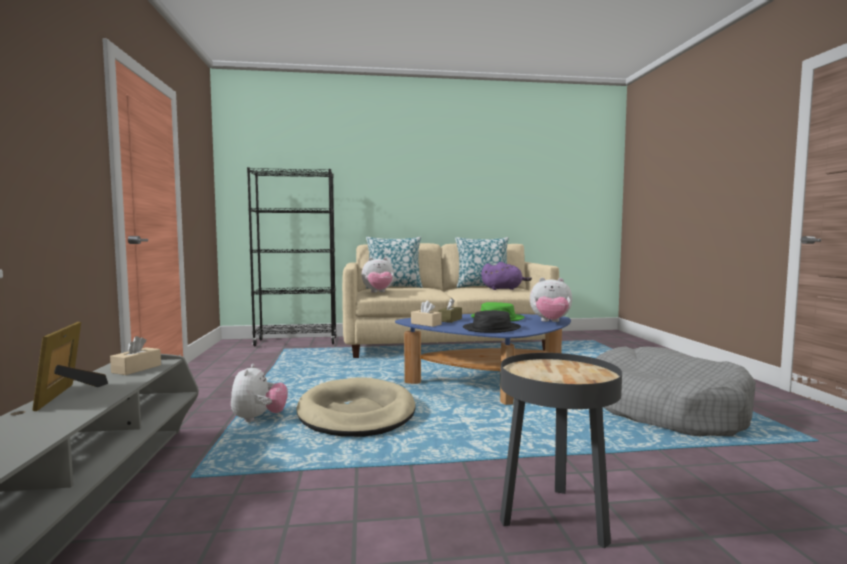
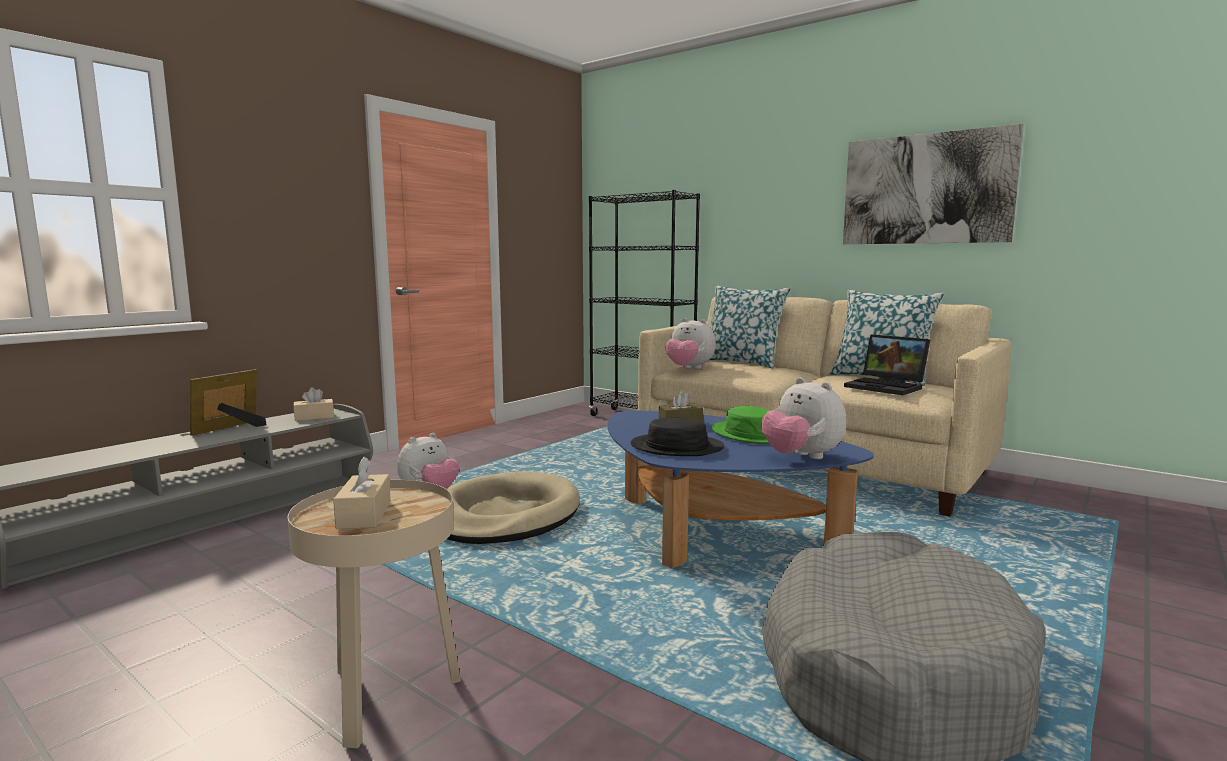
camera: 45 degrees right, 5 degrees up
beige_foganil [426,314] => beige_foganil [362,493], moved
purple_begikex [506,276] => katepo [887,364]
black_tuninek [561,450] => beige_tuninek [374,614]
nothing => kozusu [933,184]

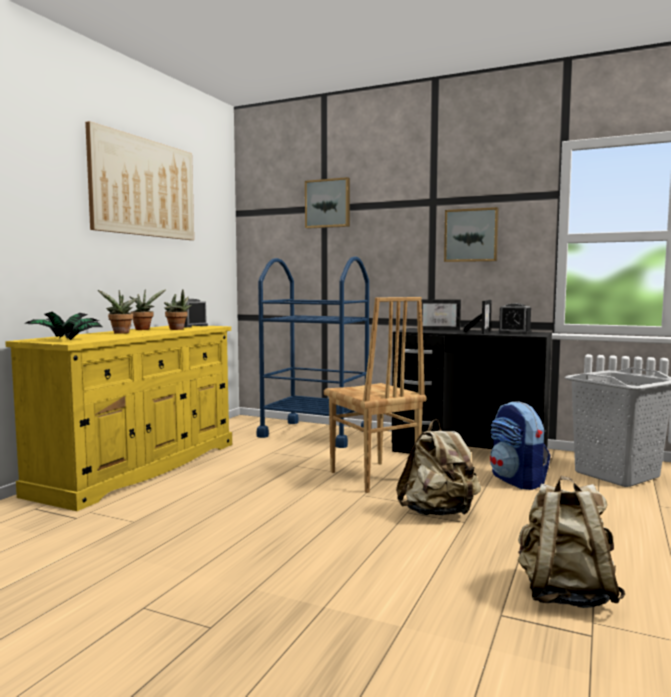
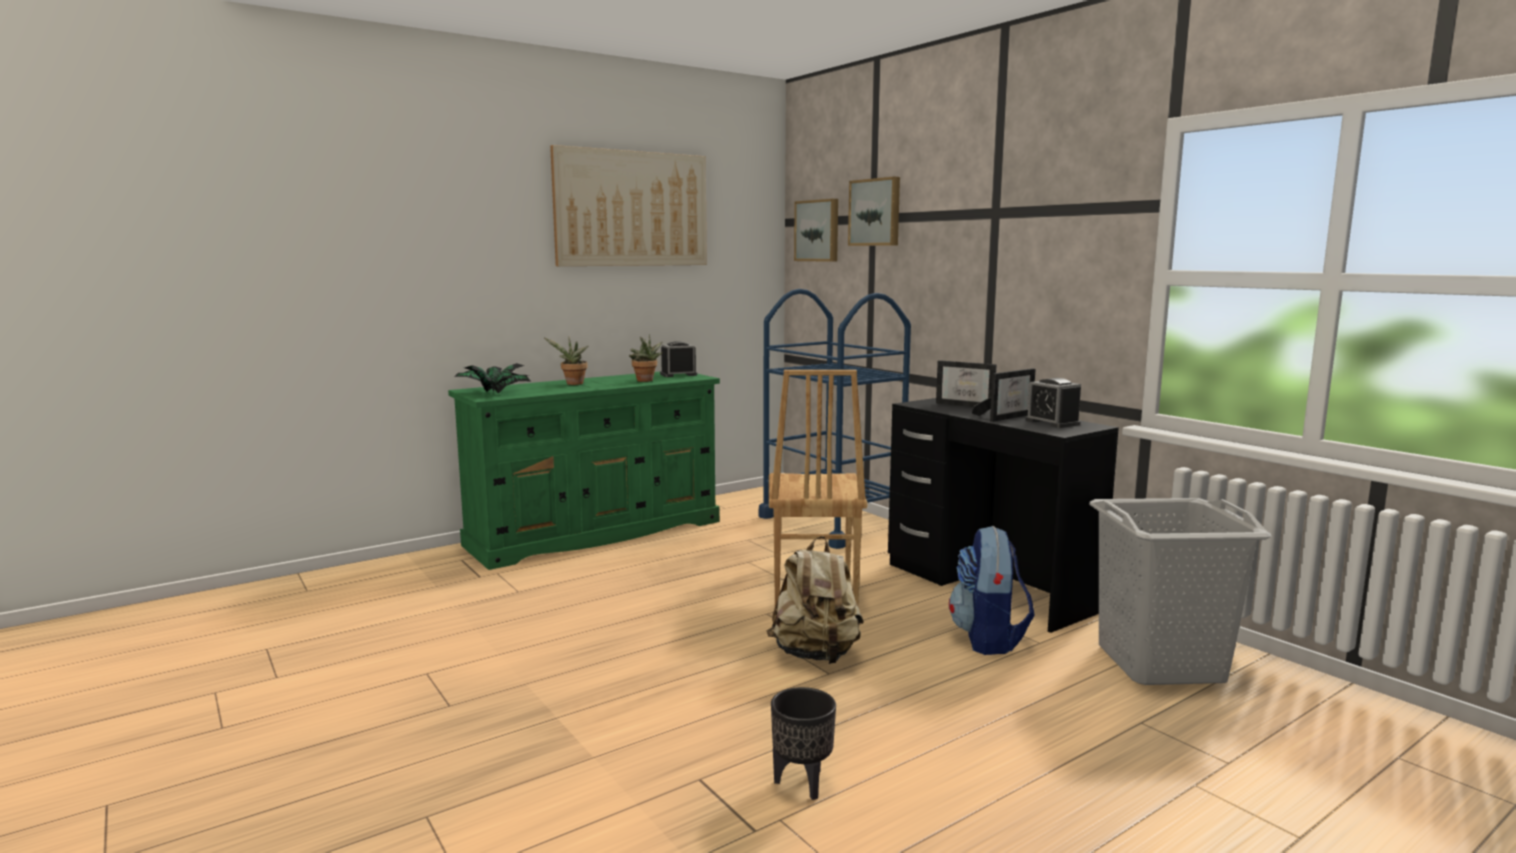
camera: 30 degrees right, 5 degrees up
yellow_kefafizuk [118,418] => green_kefafizuk [584,471]
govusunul [148,309] => nothing
kozusu [471,234] => kozusu [816,230], moved
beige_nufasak [571,542] => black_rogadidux [803,743]

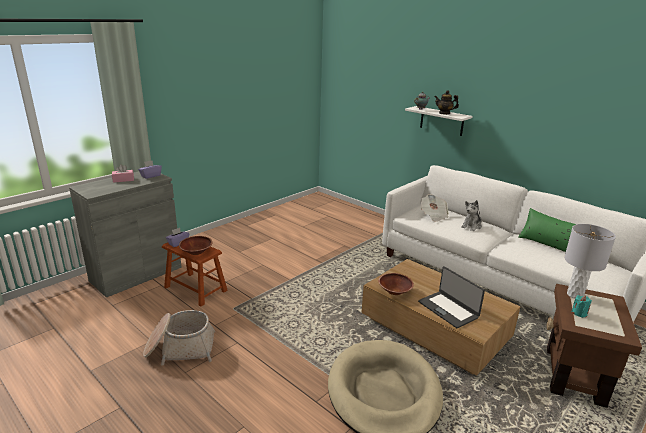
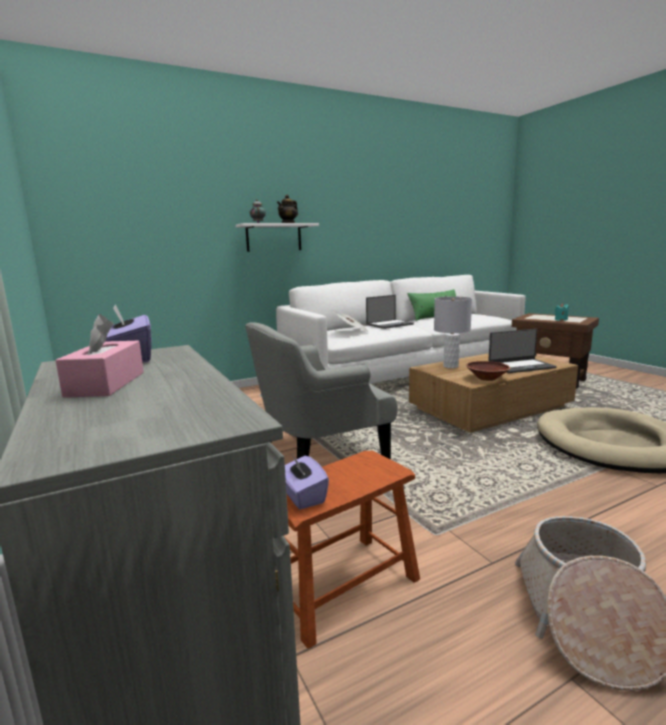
camera: 70 degrees left, 10 degrees down
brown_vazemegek [196,245] => nothing
begikex [471,215] => katepo [390,312]
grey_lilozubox [590,261] => grey_lilozubox [453,332], moved
nothing => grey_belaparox [321,390]

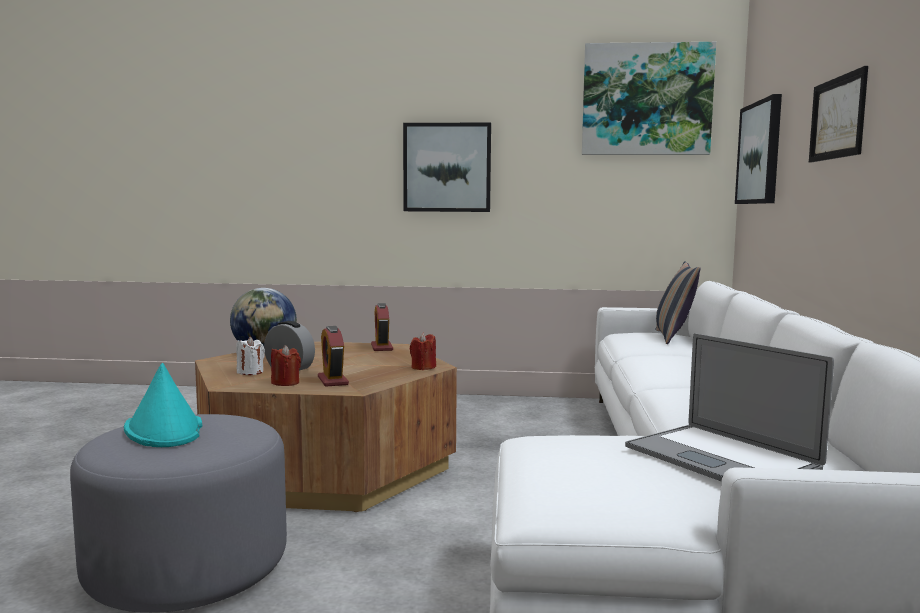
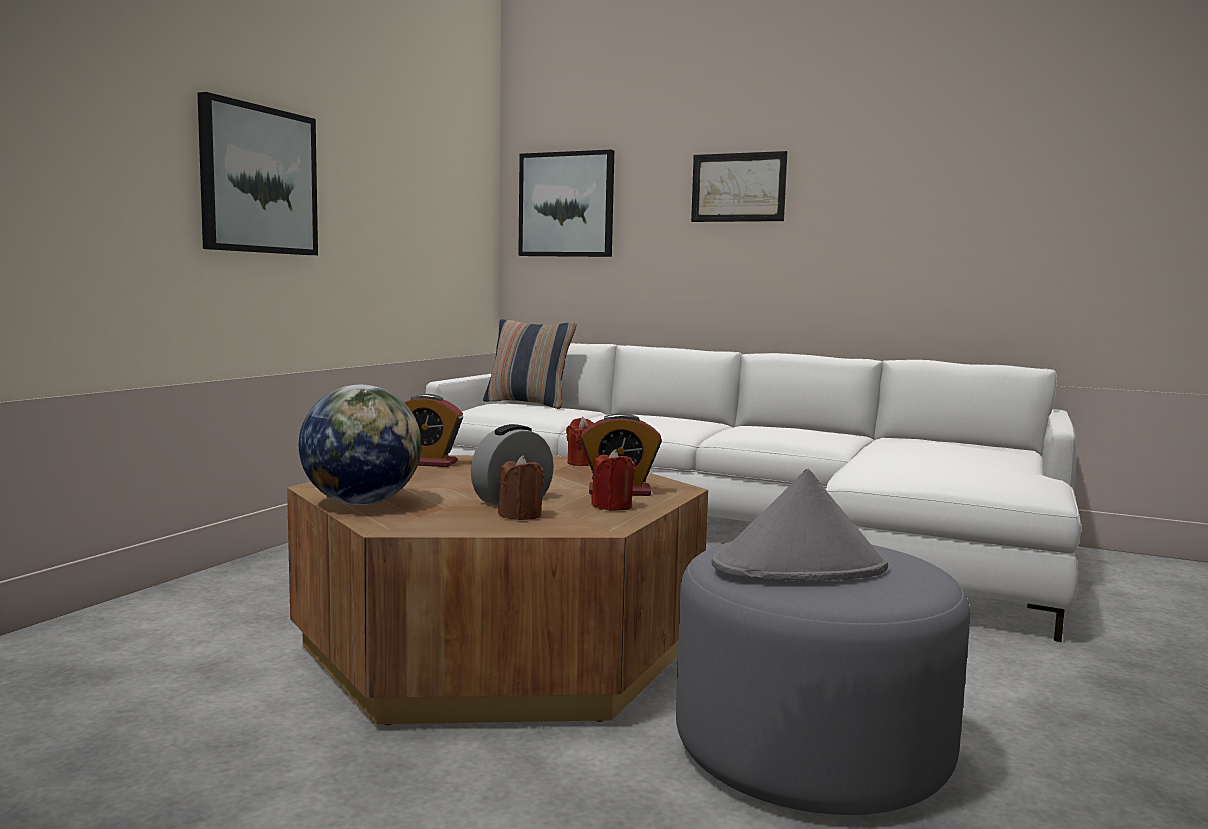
camera: 70 degrees left, 0 degrees up
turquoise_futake [163,405] => grey_futake [800,525]
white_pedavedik [250,356] => brown_pedavedik [521,487]
kozusu [649,98] => nothing
katepo [729,407] => nothing

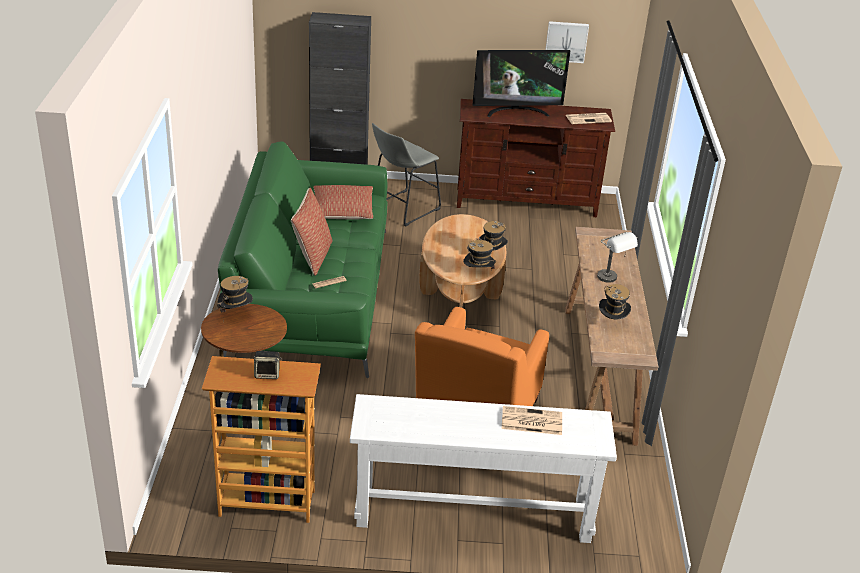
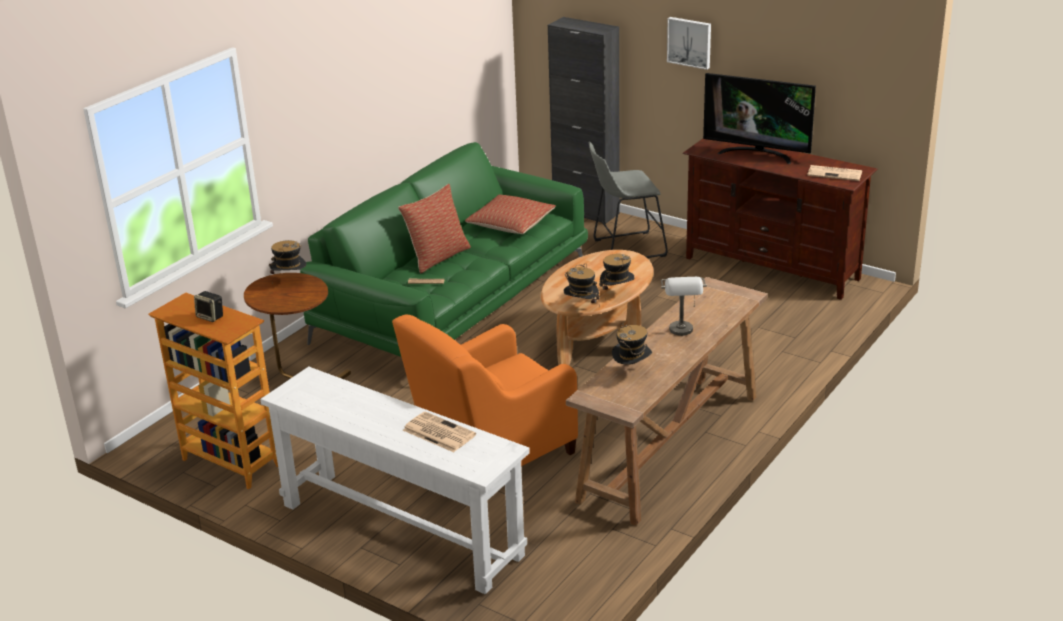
camera: 35 degrees right, 5 degrees down
kozusu [567,42] => kozusu [689,43], moved

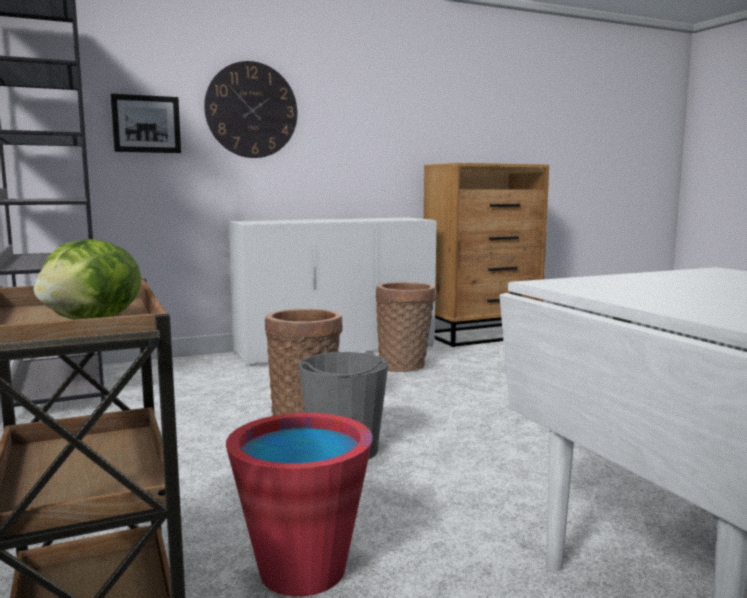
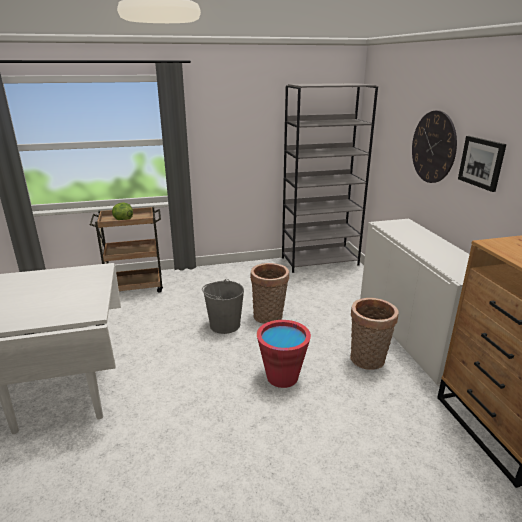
camera: 100 degrees right, 15 degrees up
kozusu [146,123] => kozusu [482,164], moved
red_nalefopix [299,505] => red_nalefopix [284,354], moved

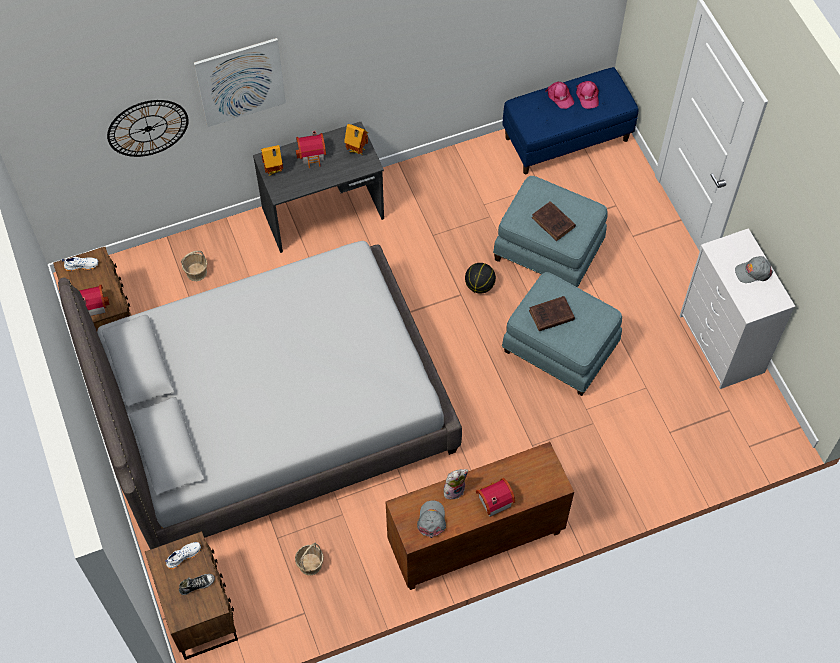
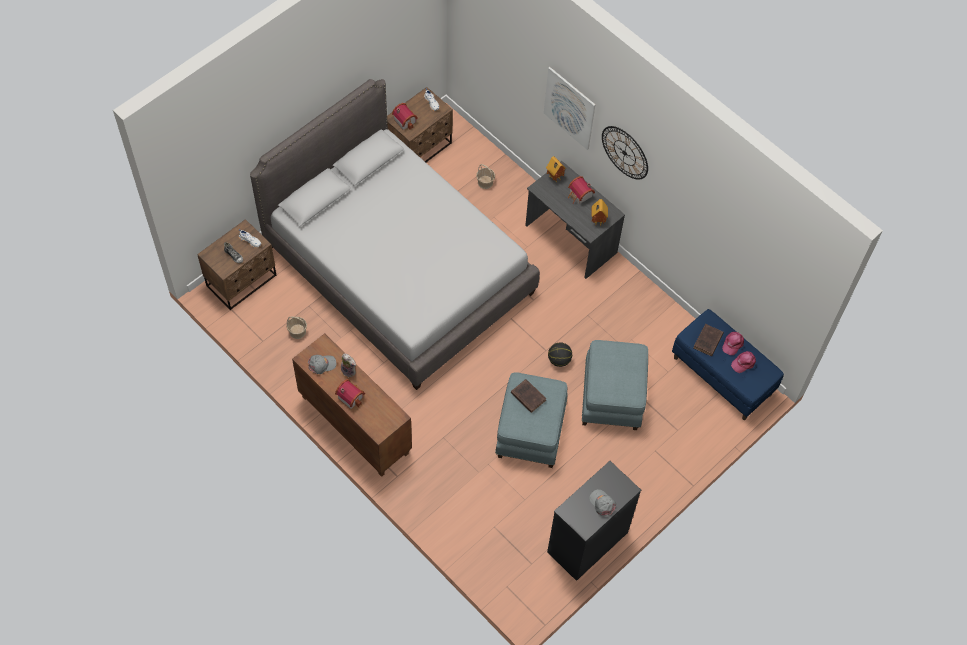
camera: 65 degrees right, 0 degrees up
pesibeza [148,128] => pesibeza [625,153], moved
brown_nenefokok [554,221] => brown_nenefokok [708,340], moved
white_kefafizuk [737,308] => black_kefafizuk [594,521]

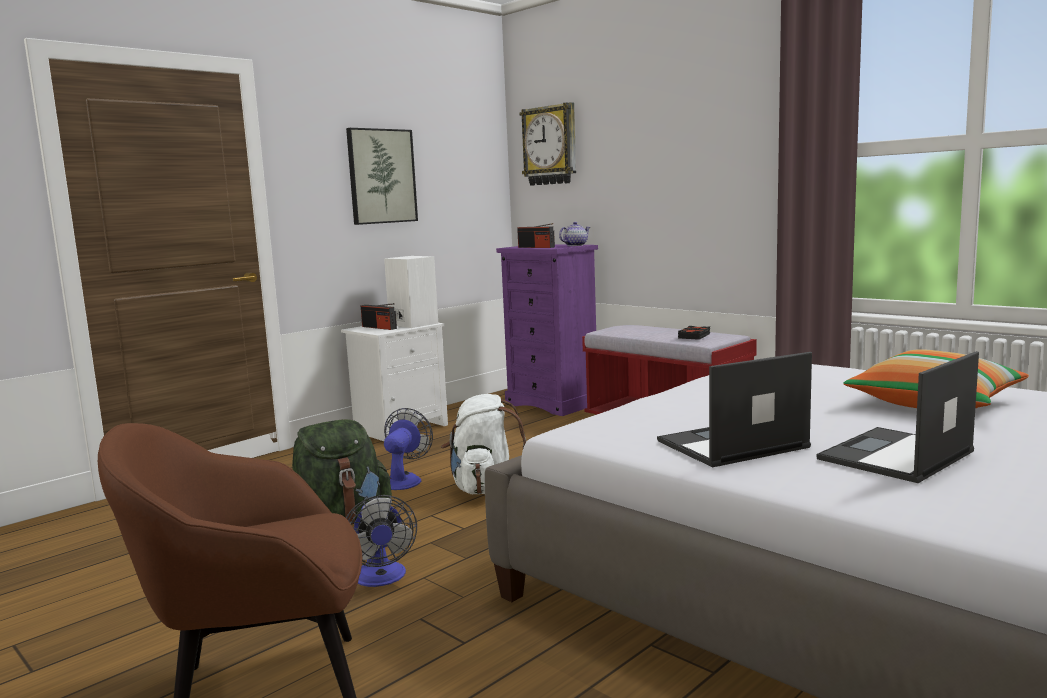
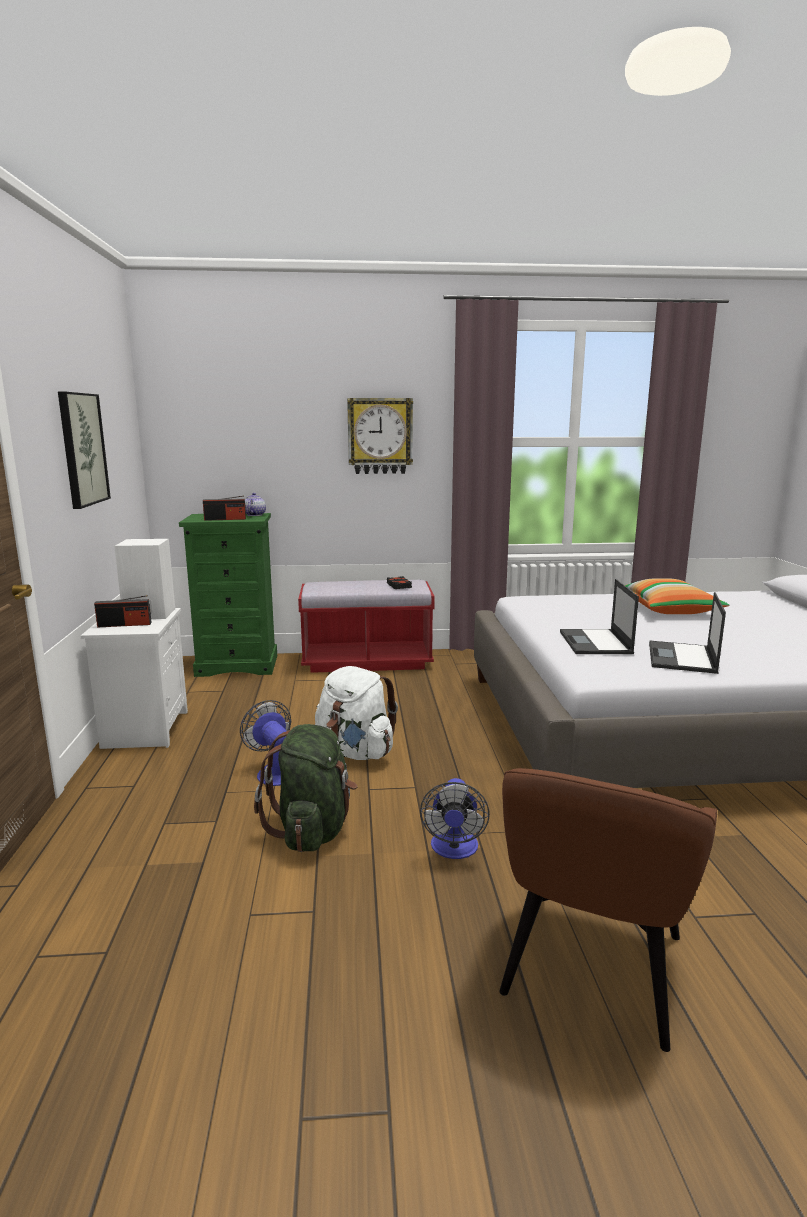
camera: 50 degrees left, 5 degrees up
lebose [381,541] => lebose [455,818], 75 degrees clockwise
purple_kefafizuk [547,330] => green_kefafizuk [228,595]
pesibeza [548,144] => pesibeza [380,436], moved
katepo [897,417] => katepo [599,616], moved

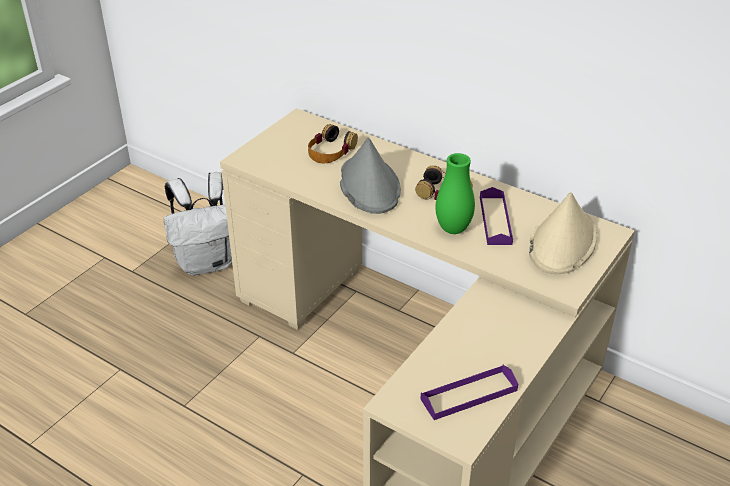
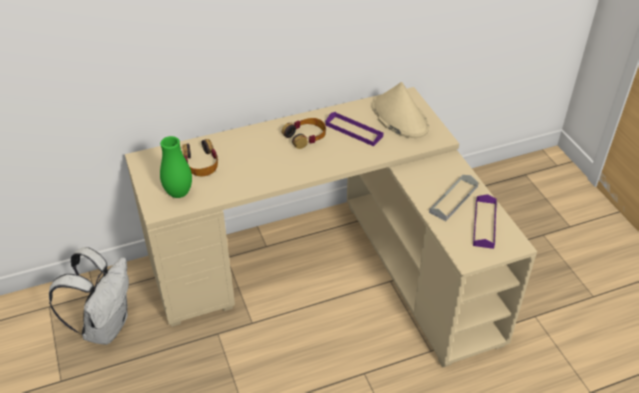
camera: 55 degrees left, 5 degrees up
grey_futake [370,176] => nothing
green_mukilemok [455,193] => green_mukilemok [176,167], moved
nothing => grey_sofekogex [454,198]

